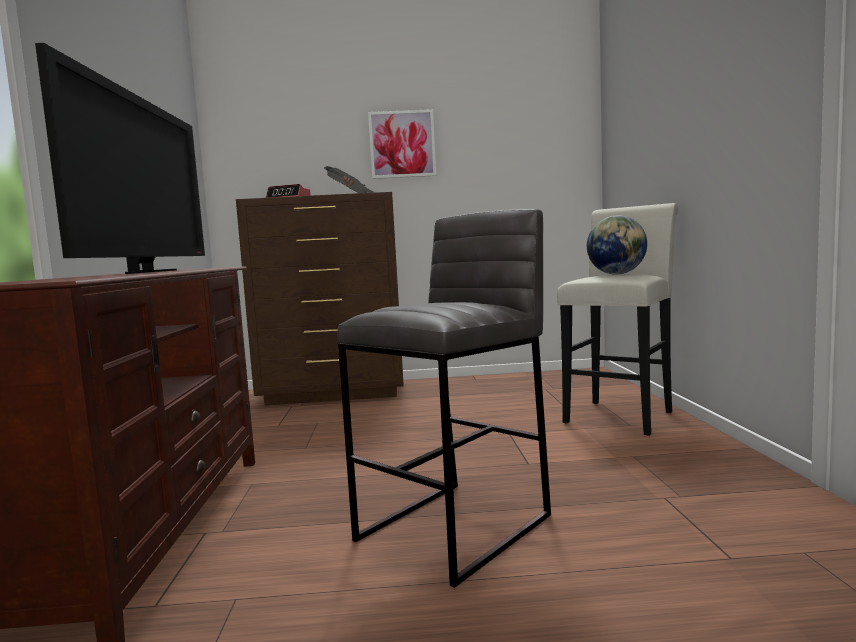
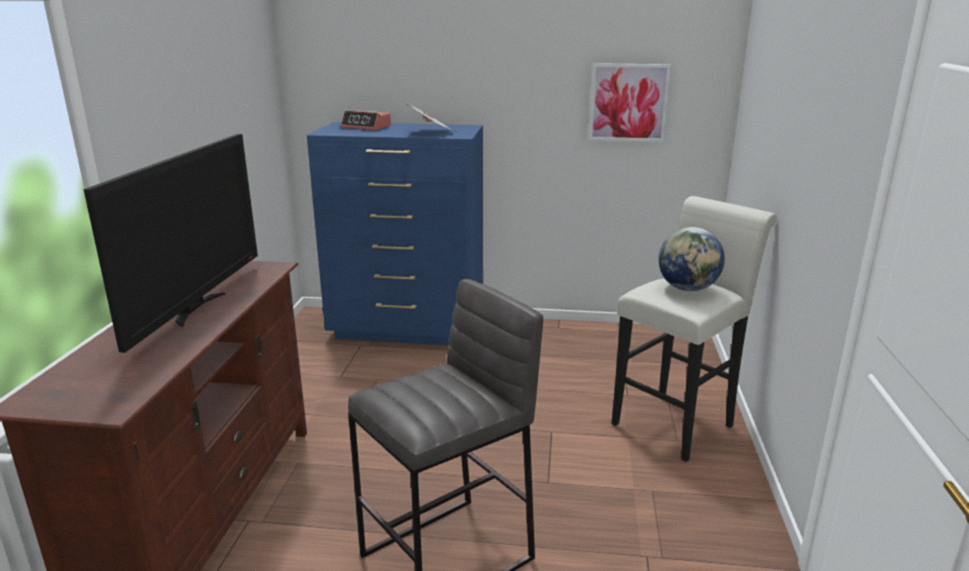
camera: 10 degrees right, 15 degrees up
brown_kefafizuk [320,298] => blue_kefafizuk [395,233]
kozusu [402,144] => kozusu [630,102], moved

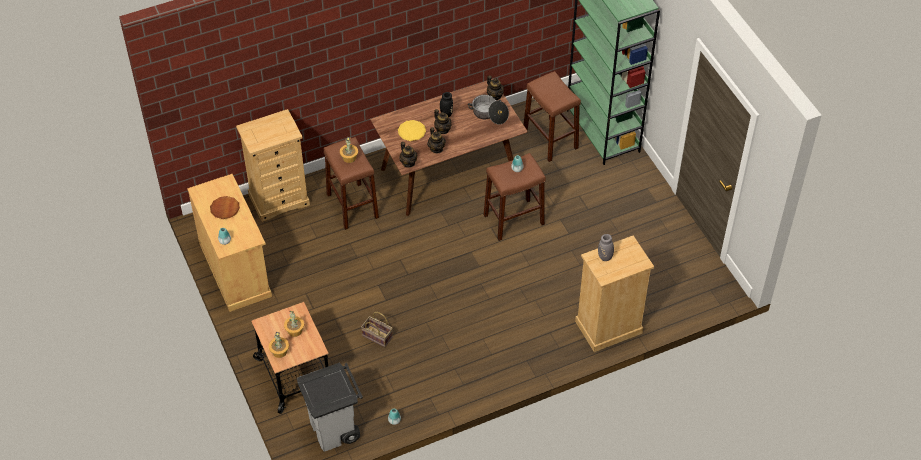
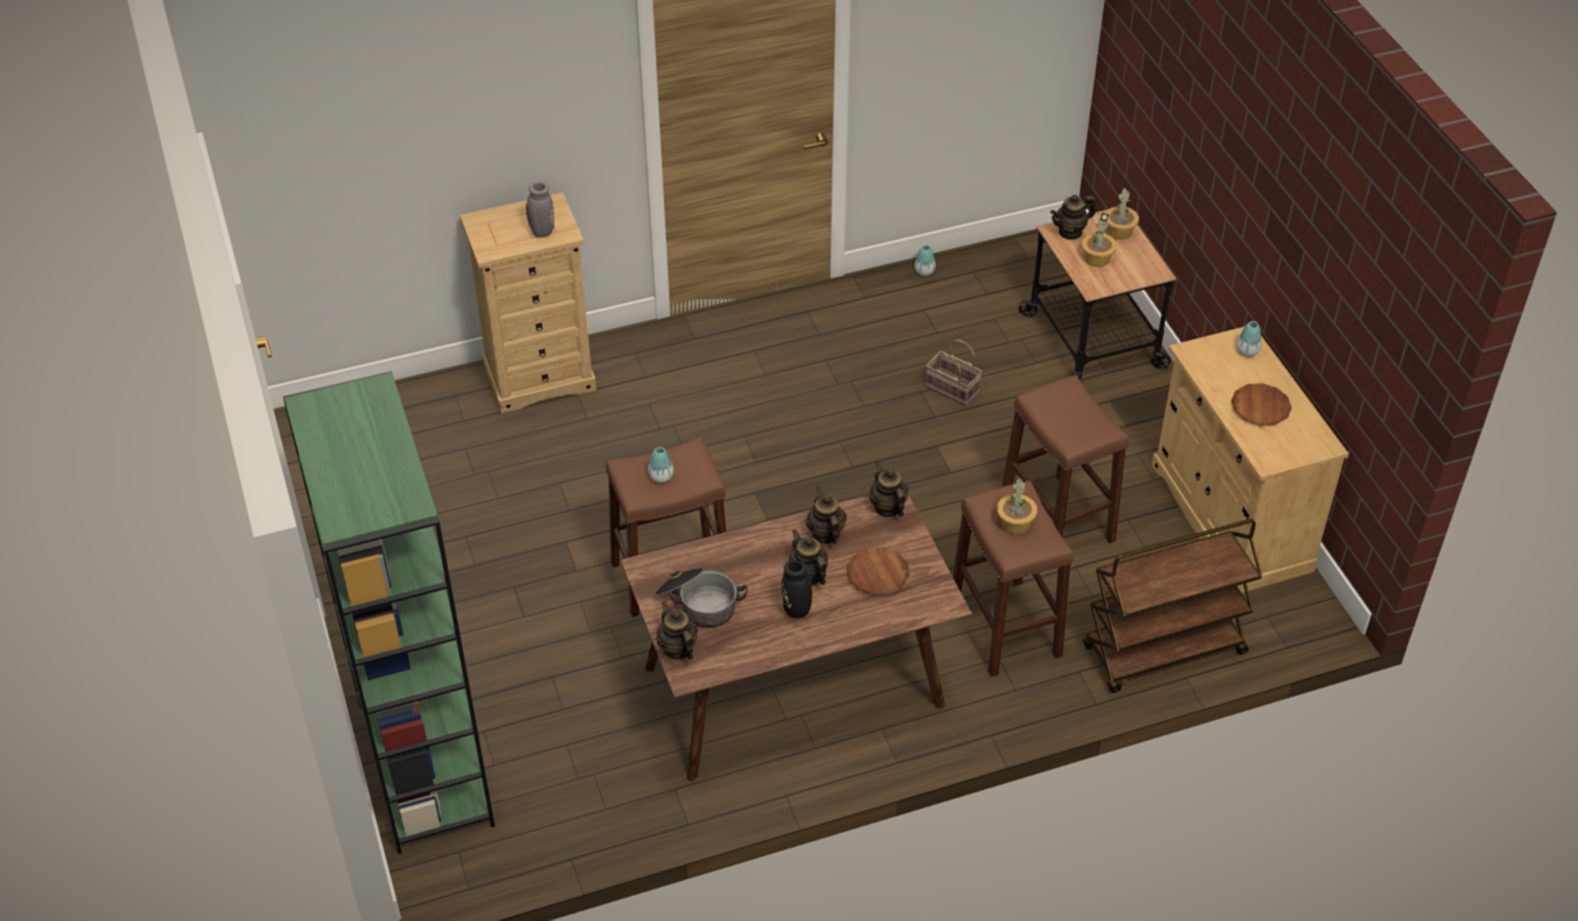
camera: 175 degrees left, 5 degrees down
beige_kefafizuk [273,165] => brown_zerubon [1173,606]
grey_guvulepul [330,407] => nothing
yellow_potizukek [412,130] => brown_potizukek [878,571]
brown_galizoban [552,116] => brown_galizoban [1065,459], moved
nothing => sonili [1073,217]

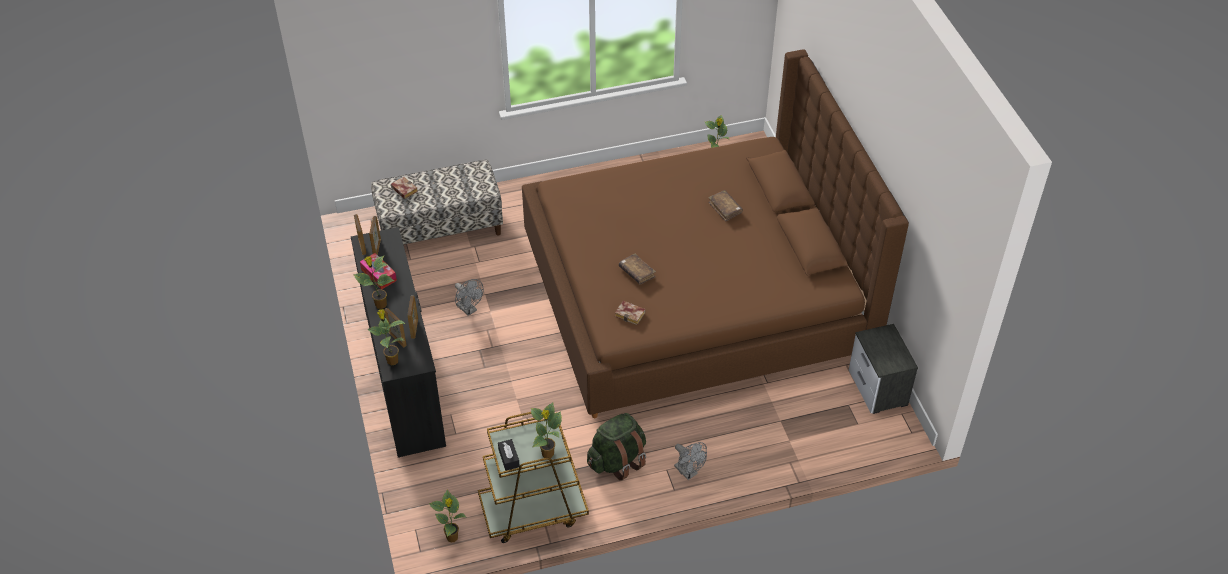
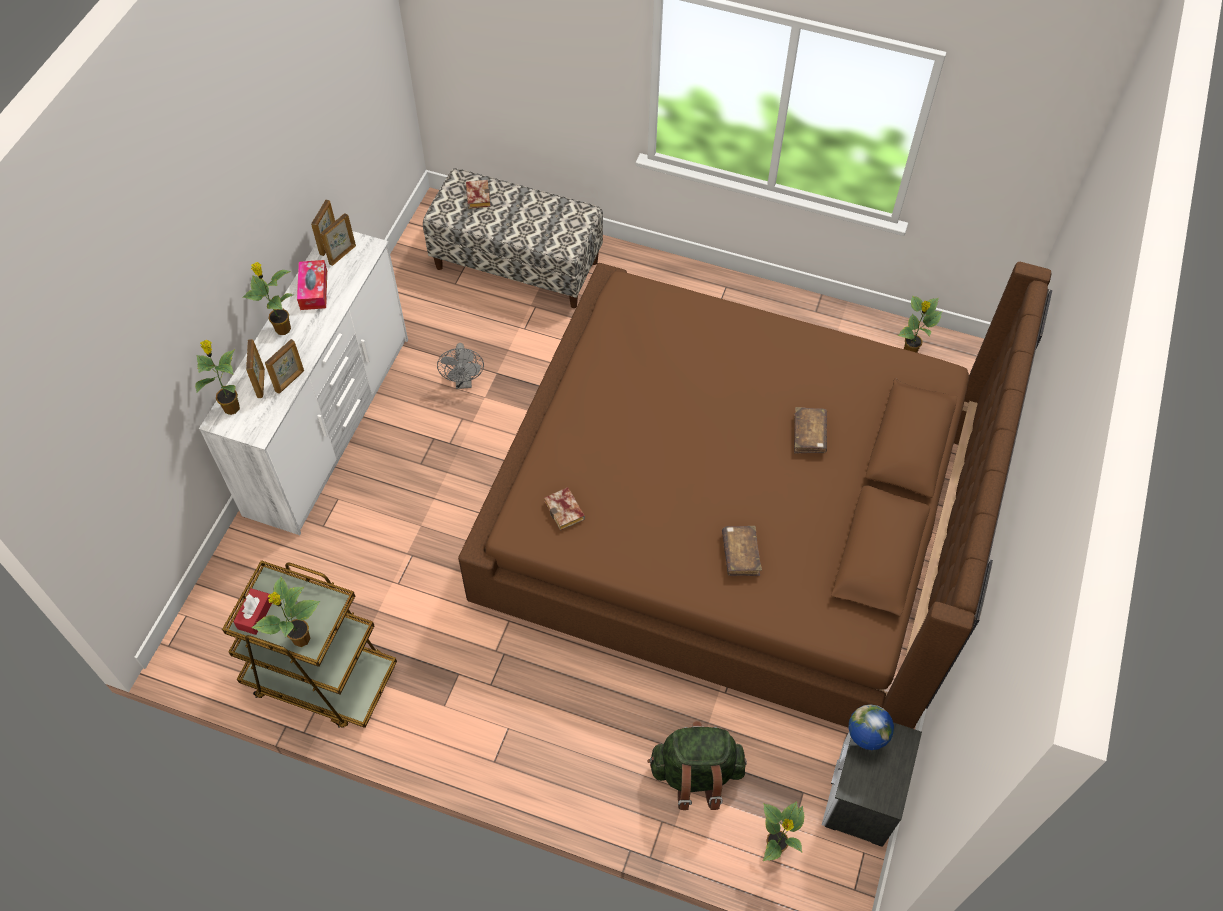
camera: 35 degrees right, 10 degrees up
black_kefafizuk [398,342] => white_kefafizuk [303,383]
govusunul [448,516] => govusunul [783,831], moved
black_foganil [509,455] => red_foganil [253,611]
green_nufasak [616,447] => green_nufasak [697,765], moved
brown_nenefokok [637,269] => brown_nenefokok [742,551], moved
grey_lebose [690,461] => nothing
nothing => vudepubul [871,727]

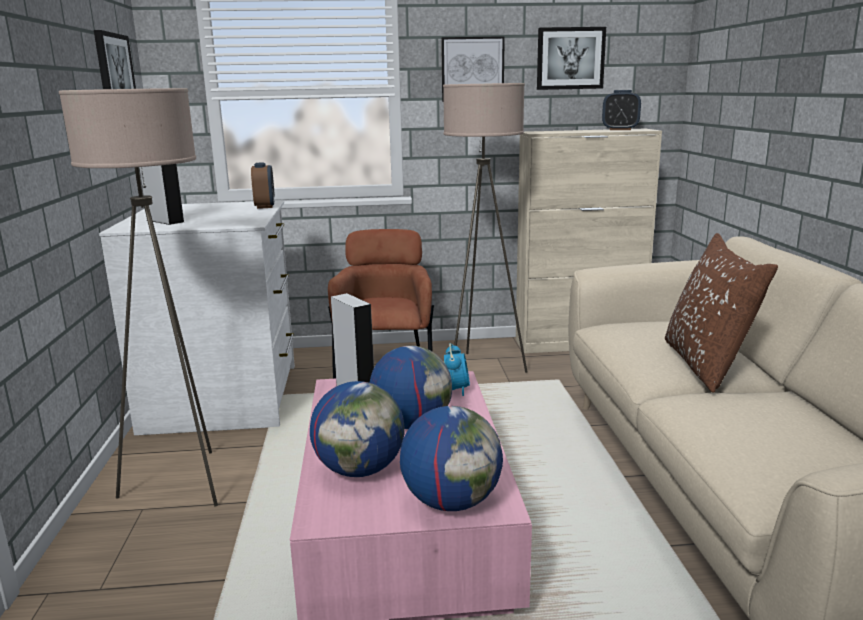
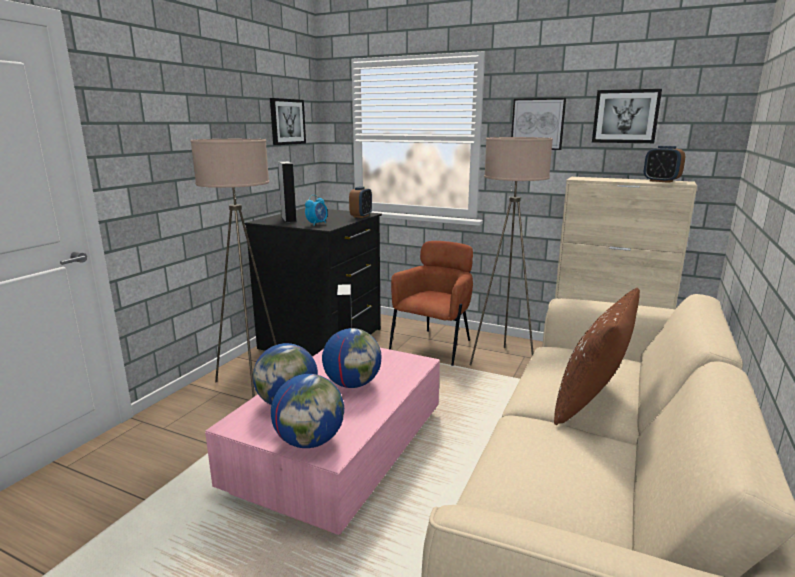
camera: 30 degrees right, 0 degrees up
white_kefafizuk [197,318] => black_kefafizuk [313,282]
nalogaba [457,369] => nalogaba [316,210], moved

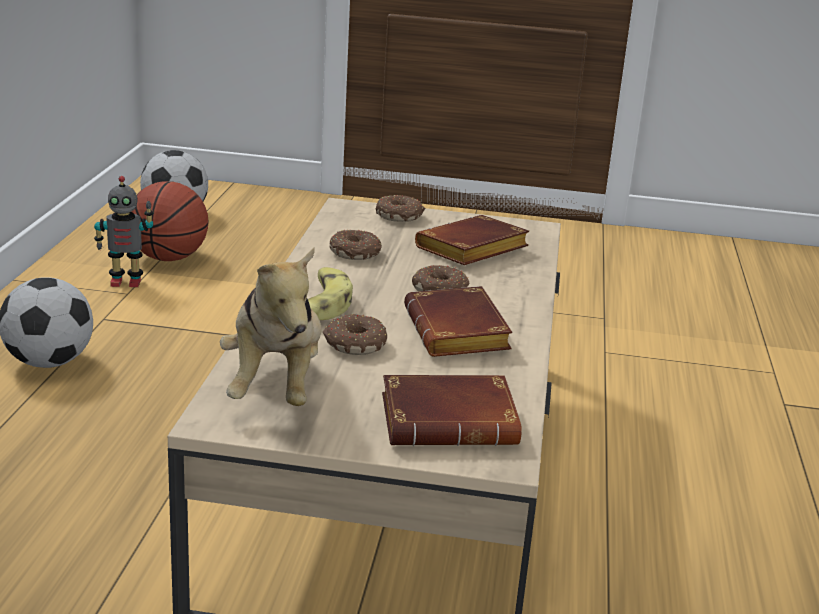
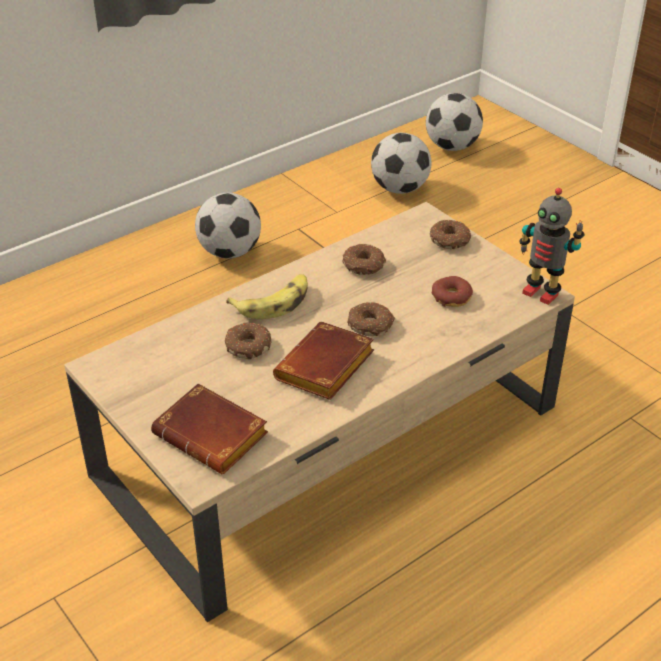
camera: 45 degrees right, 15 degrees up
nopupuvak [124,231] => nopupuvak [551,246], moved
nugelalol [170,221] => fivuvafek [401,163]
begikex [271,326] => nothing
brown_nenefokok [472,240] => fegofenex [452,291]

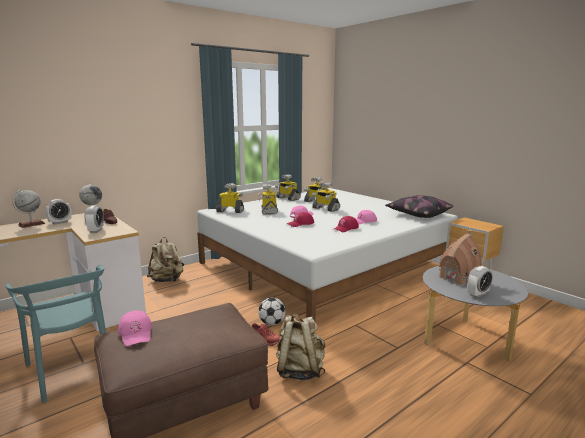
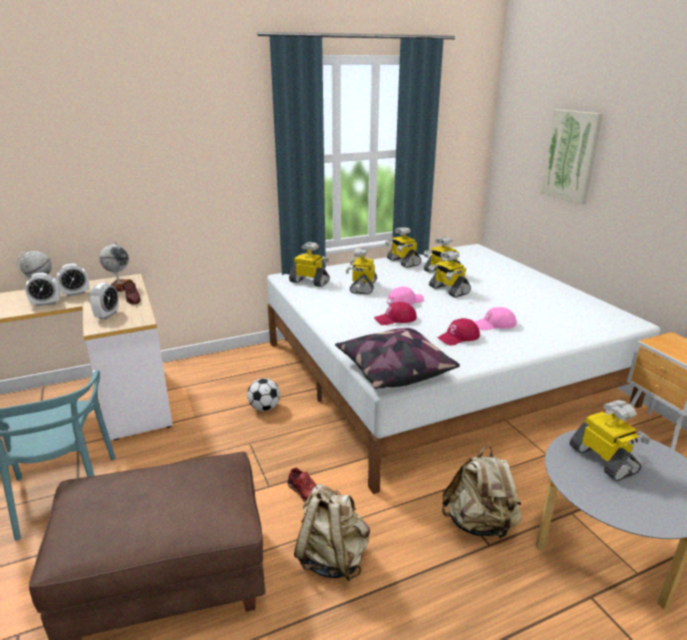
camera: 15 degrees right, 10 degrees up
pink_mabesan [135,328] => nothing
beige_nufasak [165,259] => beige_nufasak [482,492], moved
fivuvafek [272,311] => fivuvafek [263,394], moved
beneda [419,206] => beneda [397,358], moved
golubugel [460,258] => nopupuvak [610,440]
nalogaba [480,282] => nalogaba [42,290], moved
nothing => kozusu [572,157]

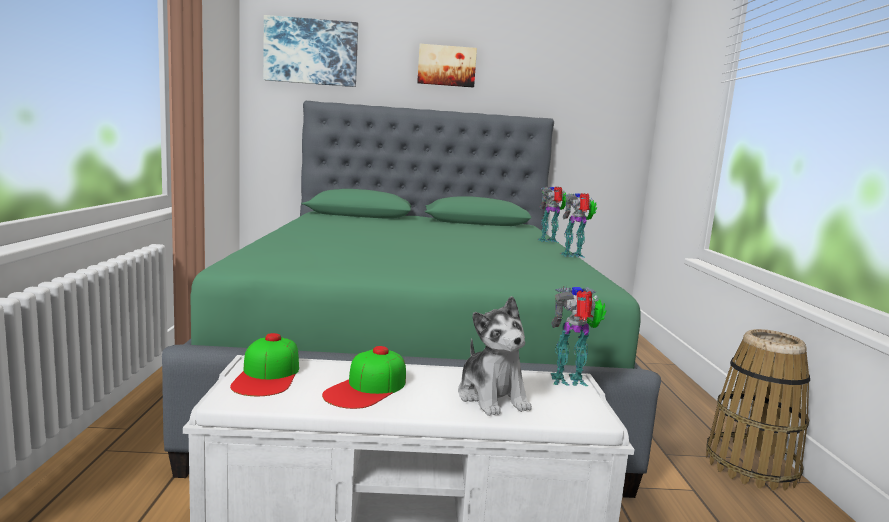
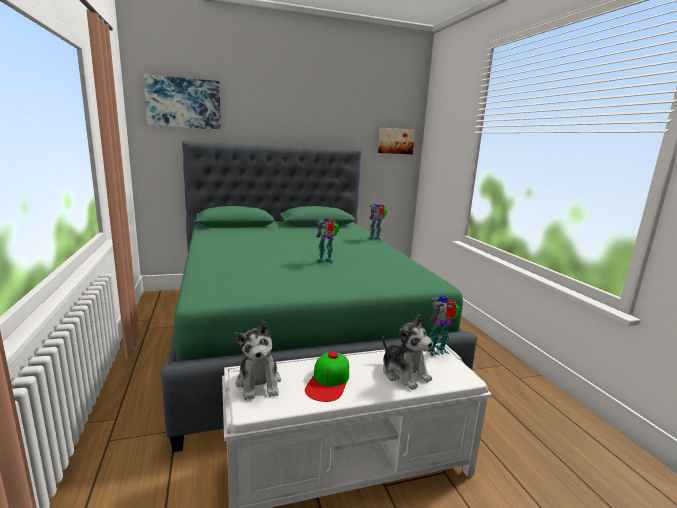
camera: 15 degrees left, 5 degrees up
mabesan [264,364] => begikex [257,360]
kozusu [447,66] => kozusu [396,141], moved
nopupuvak [578,225] => nopupuvak [328,241], moved
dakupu [758,410] => nothing

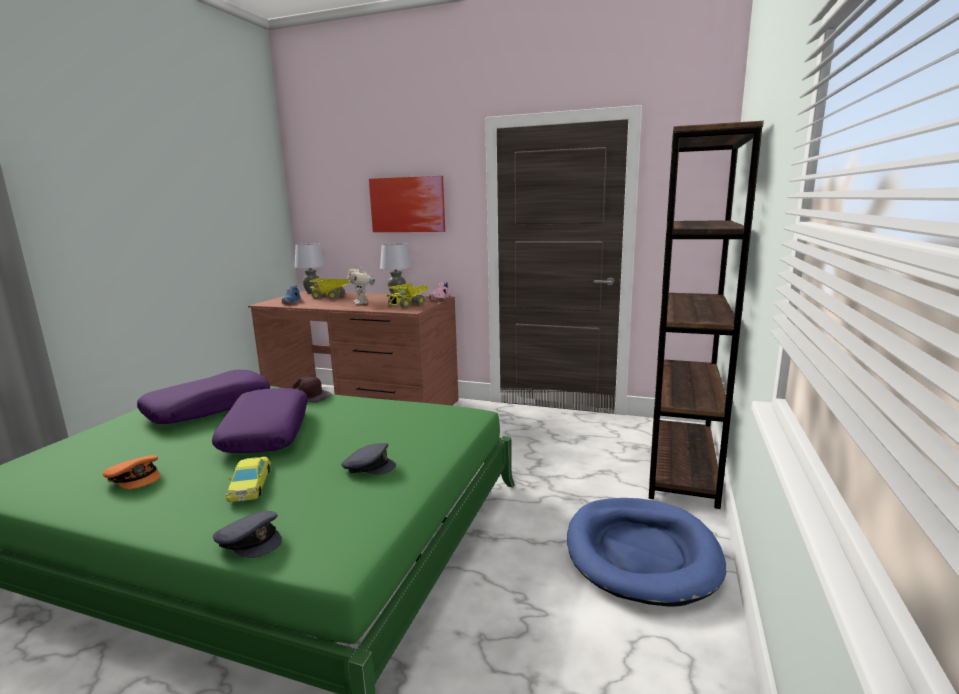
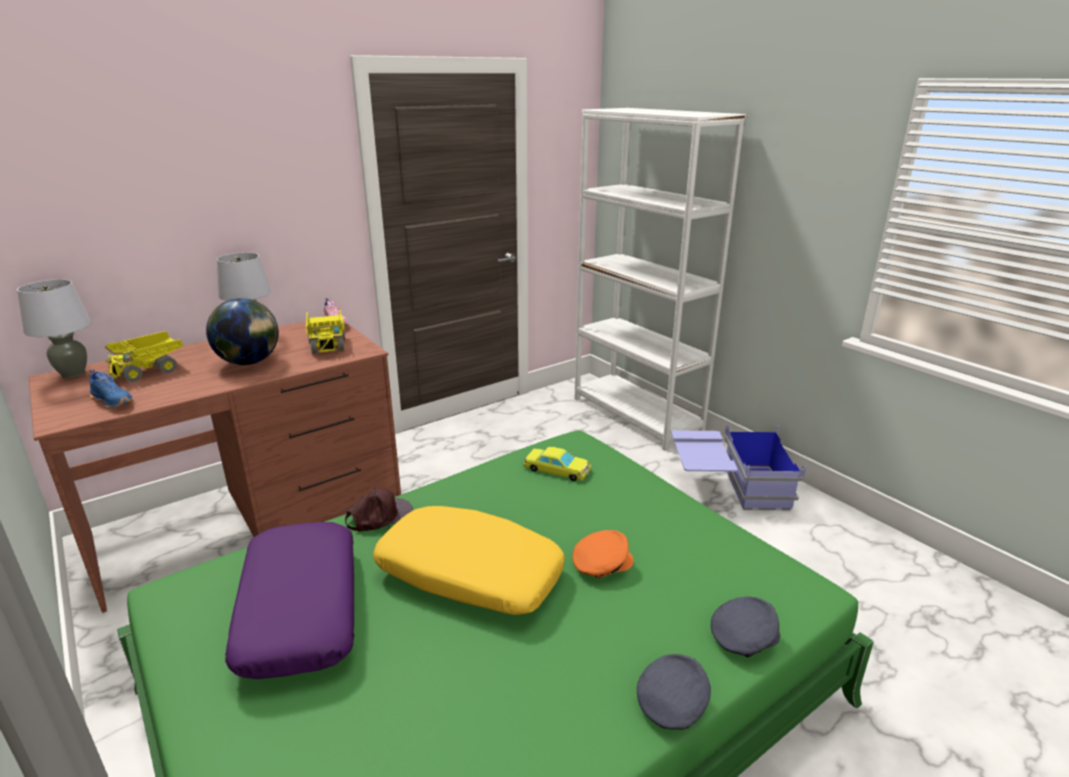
camera: 55 degrees left, 10 degrees up
orange_mabesan [131,472] => orange_mabesan [603,554], moved
purple_beneda [260,420] => yellow_beneda [469,560]
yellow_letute [248,479] => yellow_letute [557,464], moved
grey_mabesan [368,459] => grey_mabesan [674,692], moved
nopupuvak [361,284] => vudepubul [242,331]
kozusu [407,204] => nothing
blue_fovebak [646,552] => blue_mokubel [738,467]
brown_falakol [706,315] => white_falakol [660,279]

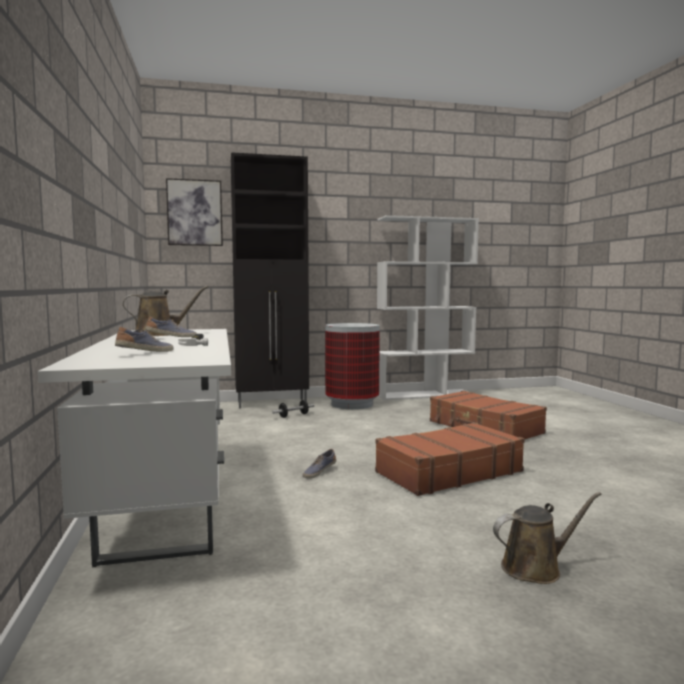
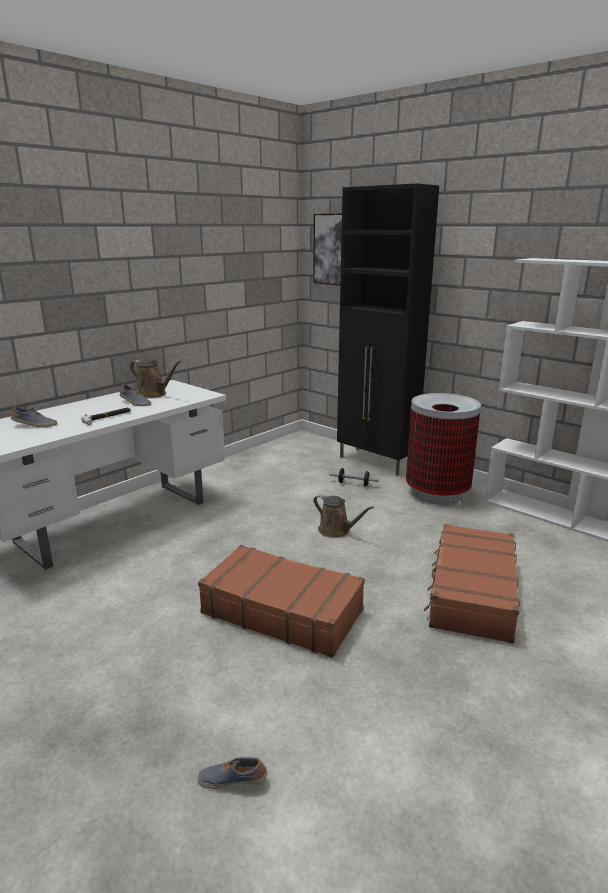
camera: 55 degrees right, 15 degrees up
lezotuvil [319,464] => lezotuvil [232,773], moved
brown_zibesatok [547,538] => brown_zibesatok [343,516], moved

